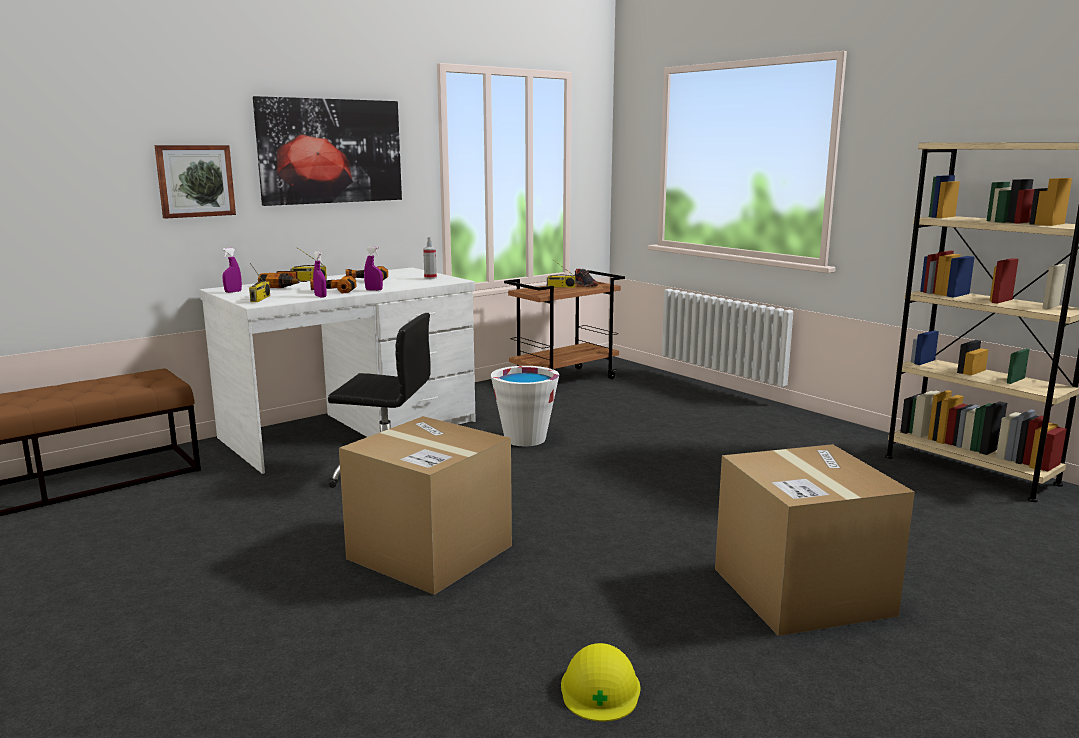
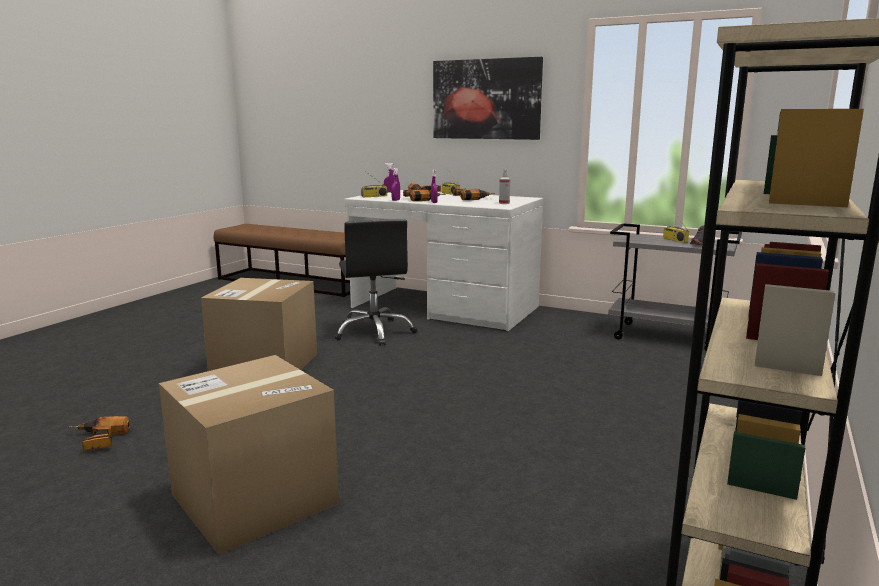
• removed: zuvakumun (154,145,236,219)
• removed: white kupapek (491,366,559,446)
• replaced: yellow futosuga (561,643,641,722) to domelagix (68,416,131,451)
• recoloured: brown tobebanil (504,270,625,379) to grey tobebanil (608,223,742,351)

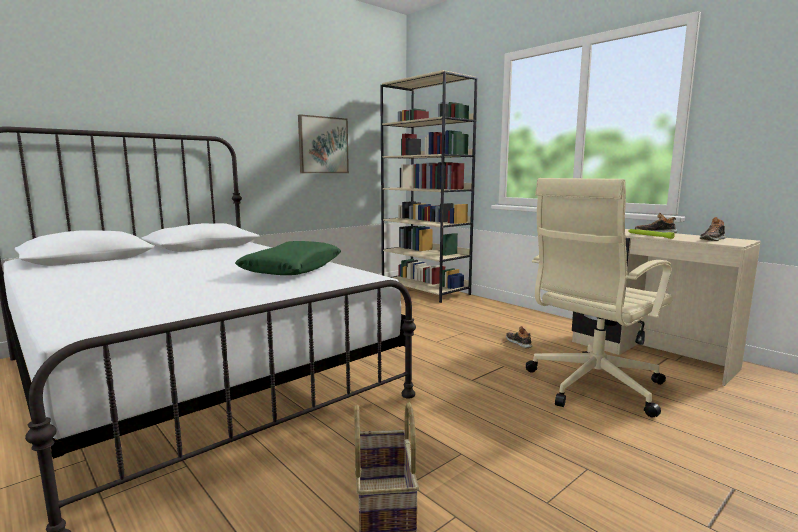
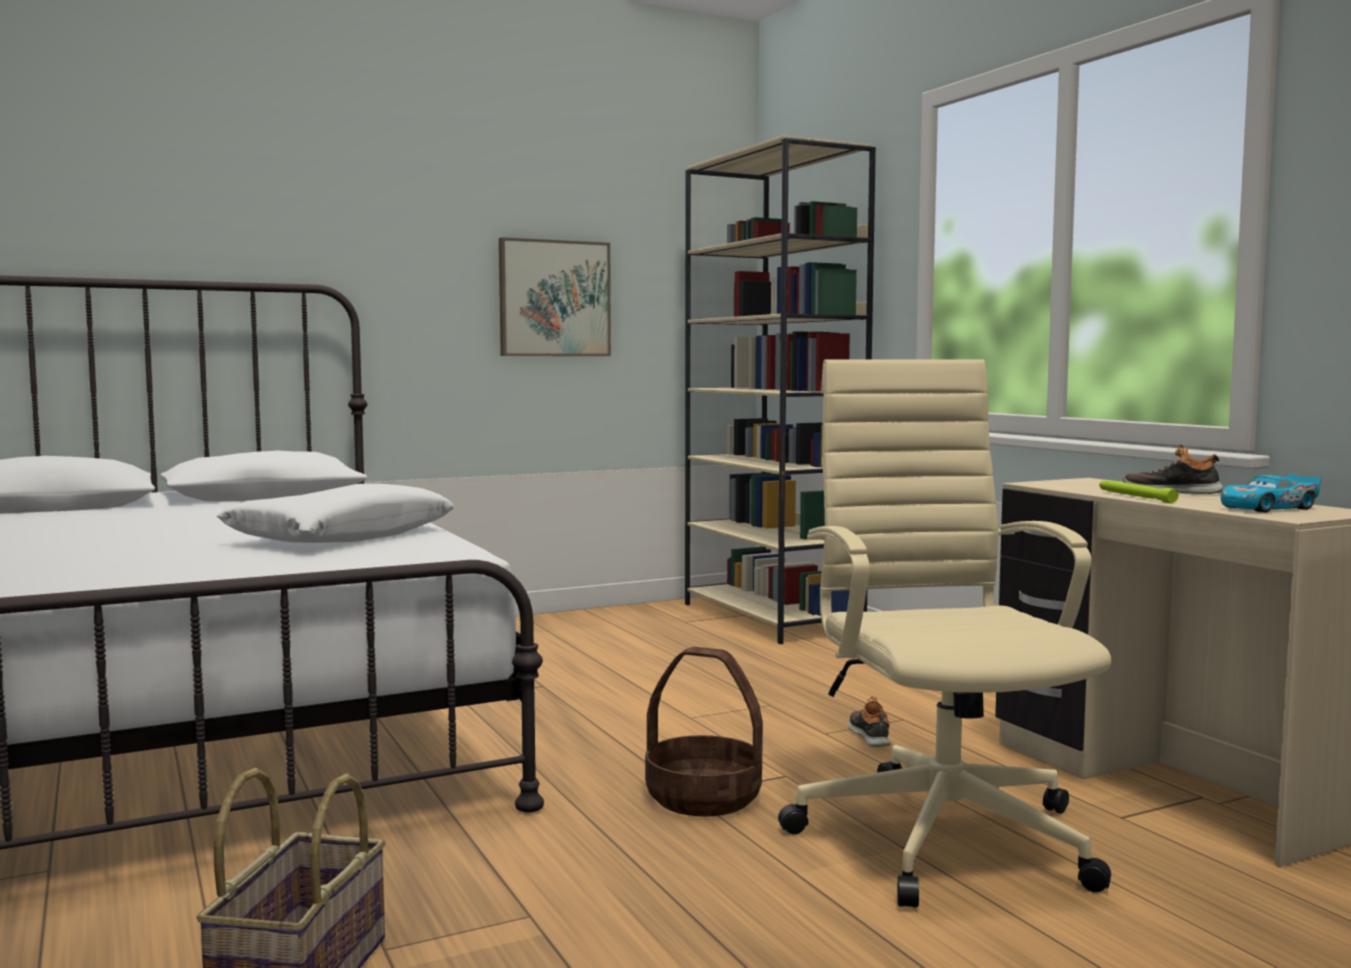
• added: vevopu (645,647,763,816)
• replaced: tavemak (700,217,726,241) to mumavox (1221,474,1321,513)
• recoloured: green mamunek (235,241,341,275) to white mamunek (217,484,454,543)
• turned: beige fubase (526,178,673,418) = (778,359,1111,907) 105 degrees clockwise

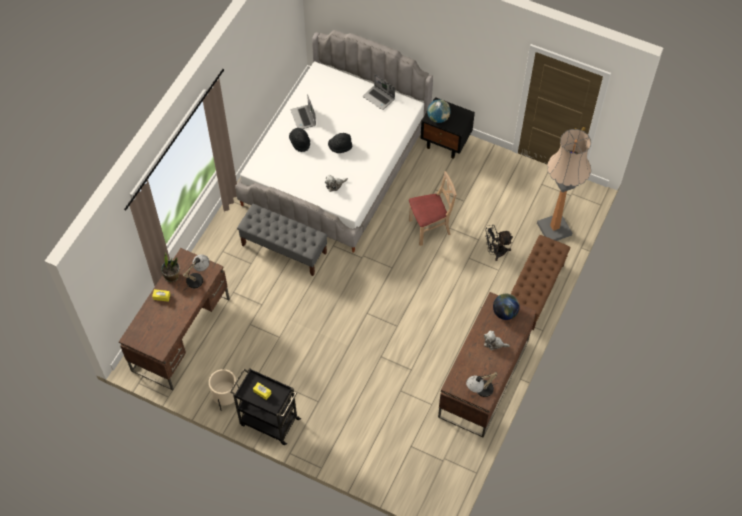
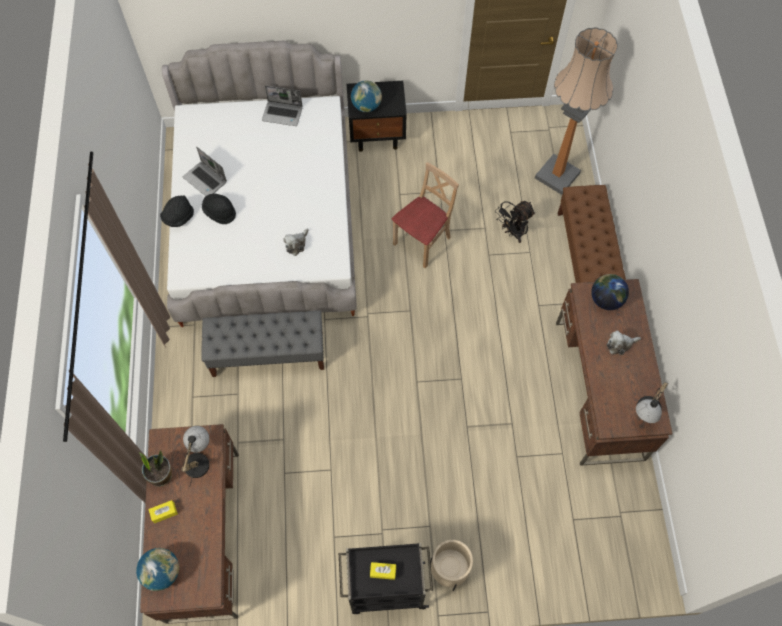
• added: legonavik (136,548,179,591)
• moved: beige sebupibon (209,369,239,411) to (430,540,473,591)
• moved: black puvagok (328,133,352,153) to (160,196,194,227)

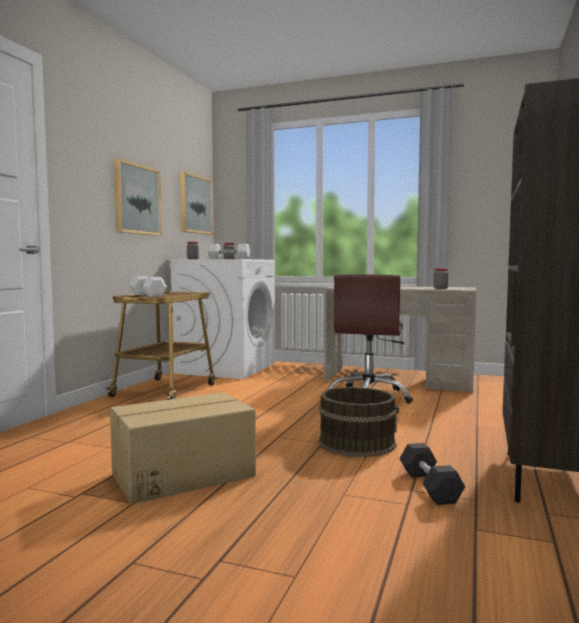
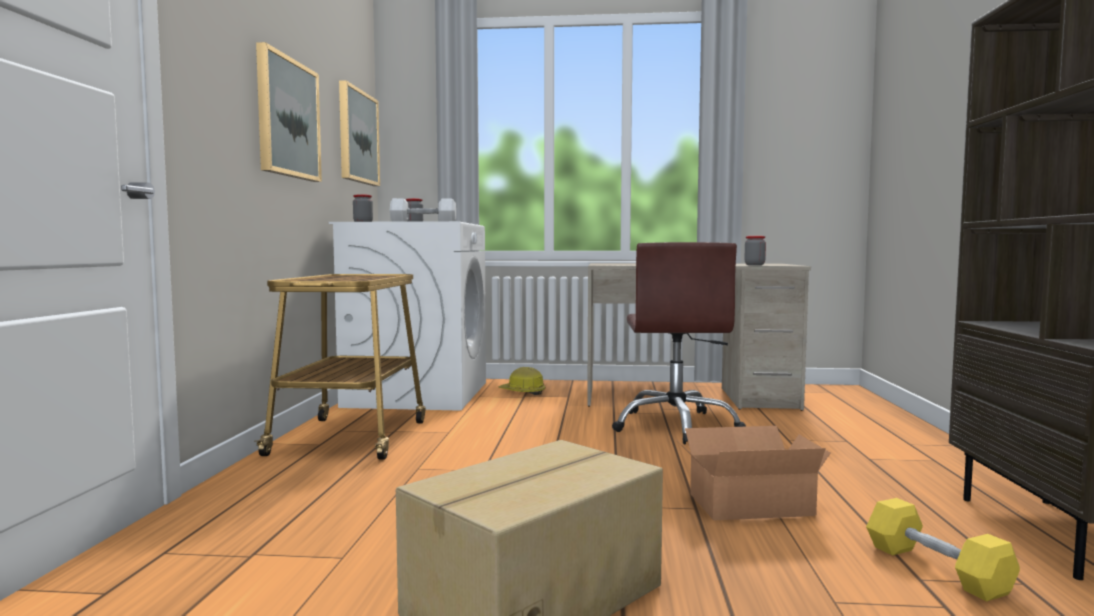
• removed: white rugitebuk (129,276,167,297)
• added: futosuga (499,367,545,395)
• replaced: brown kupapek (319,387,399,457) to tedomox (677,426,831,520)
• recoloured: black rugitebuk (399,443,465,505) to yellow rugitebuk (866,498,1020,601)

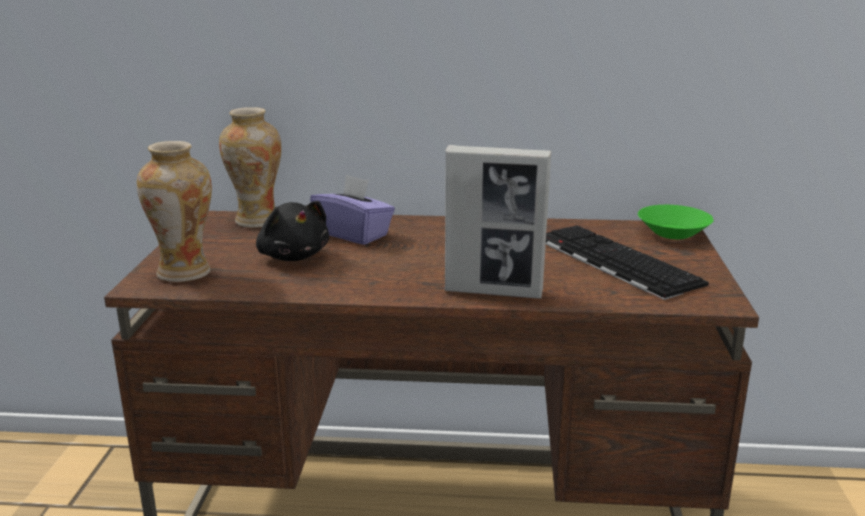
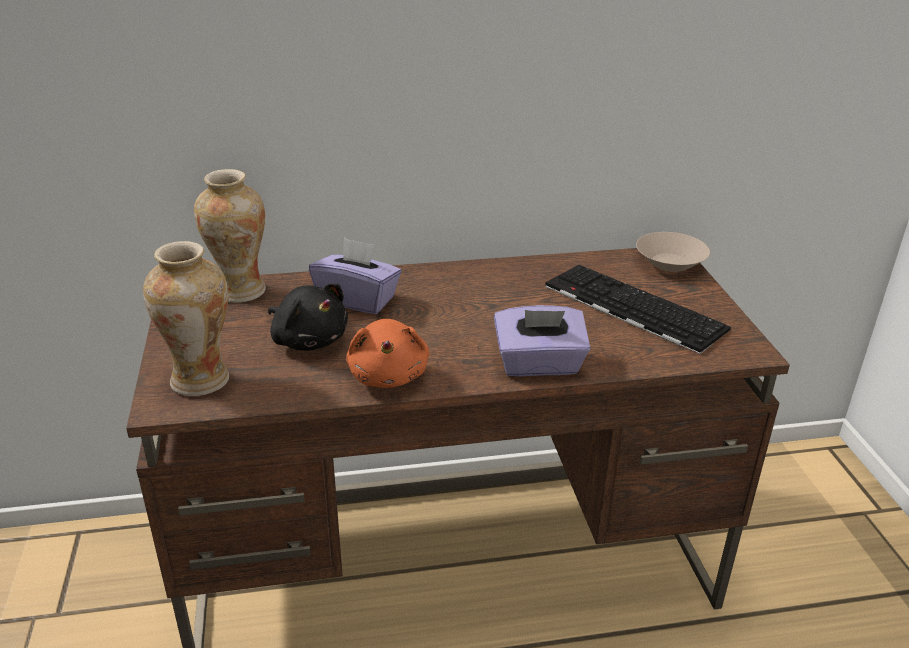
• added: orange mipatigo (346,319,429,388)
• replaced: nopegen (445,145,551,299) to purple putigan (494,305,591,376)
• recoloured: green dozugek (638,205,714,239) to beige dozugek (636,232,710,272)

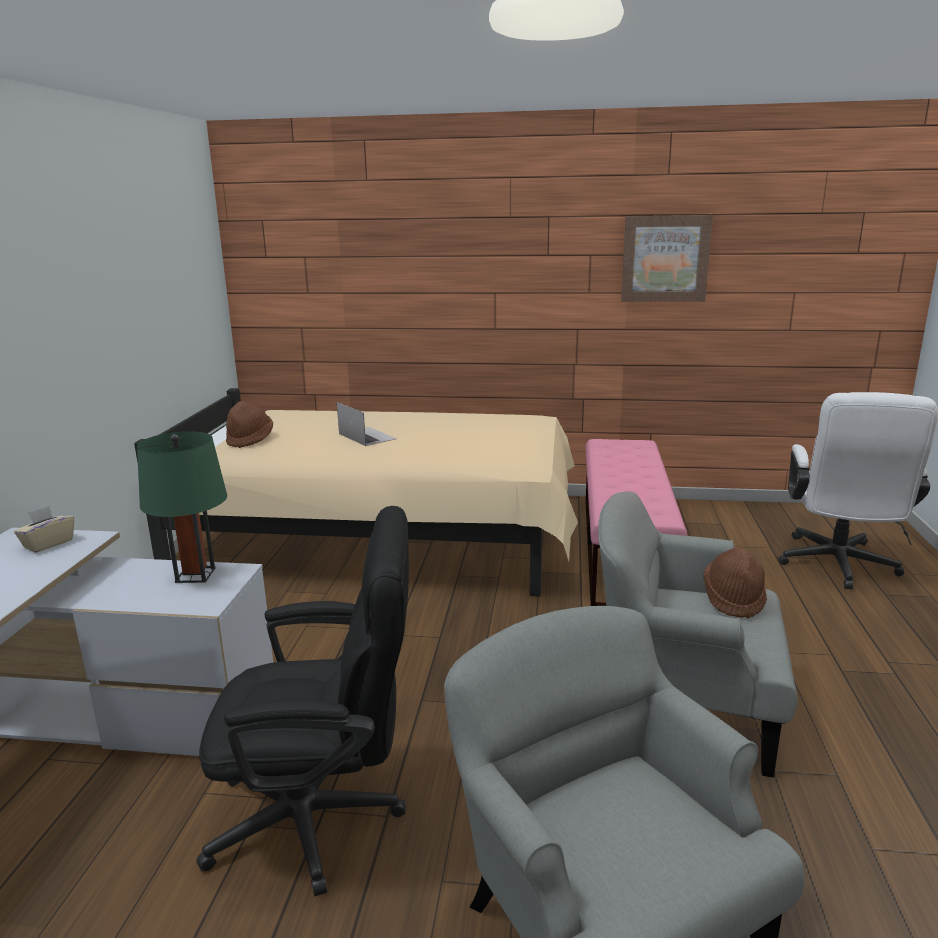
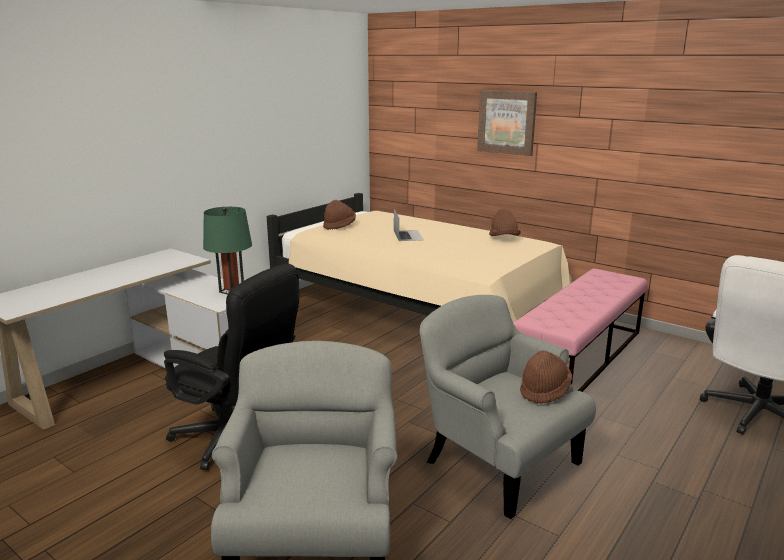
• removed: beige putigan (14,506,74,553)
• added: brown puvagok (489,209,521,236)
• moved: zuvakumun (621,215,713,302) to (477,90,537,156)

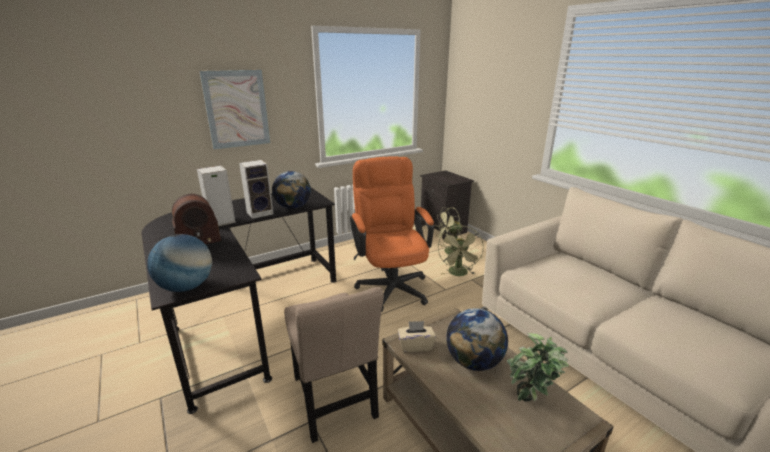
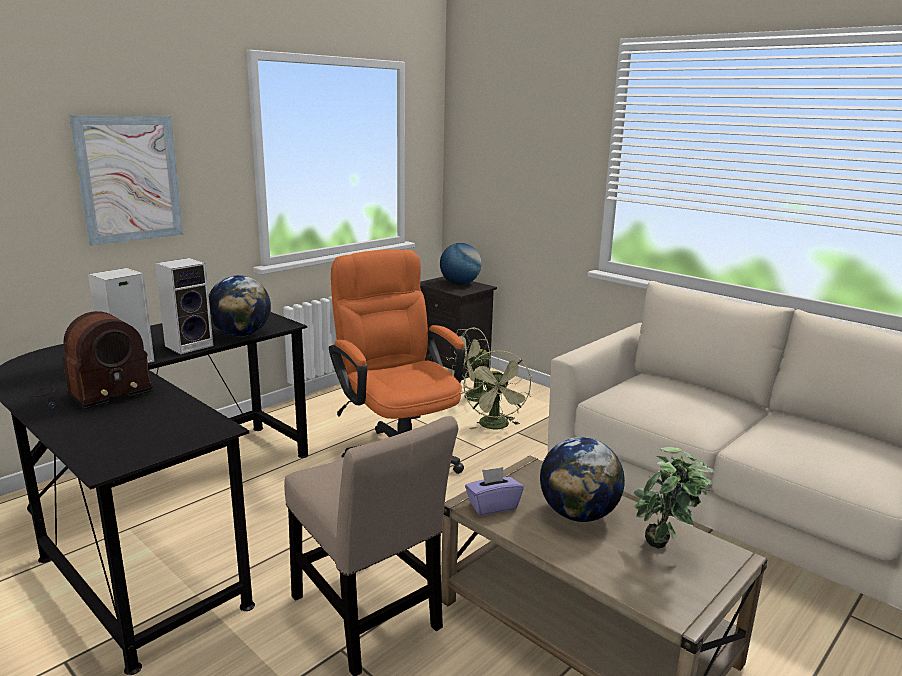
• moved: legonavik (148,234,212,292) to (440,243,481,285)
• recoloured: beige putigan (398,321,436,352) to purple putigan (465,467,524,515)

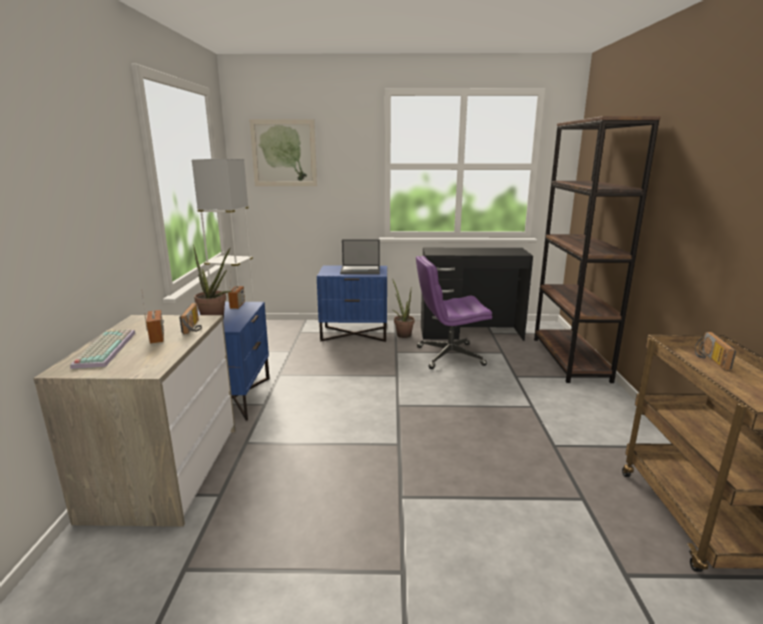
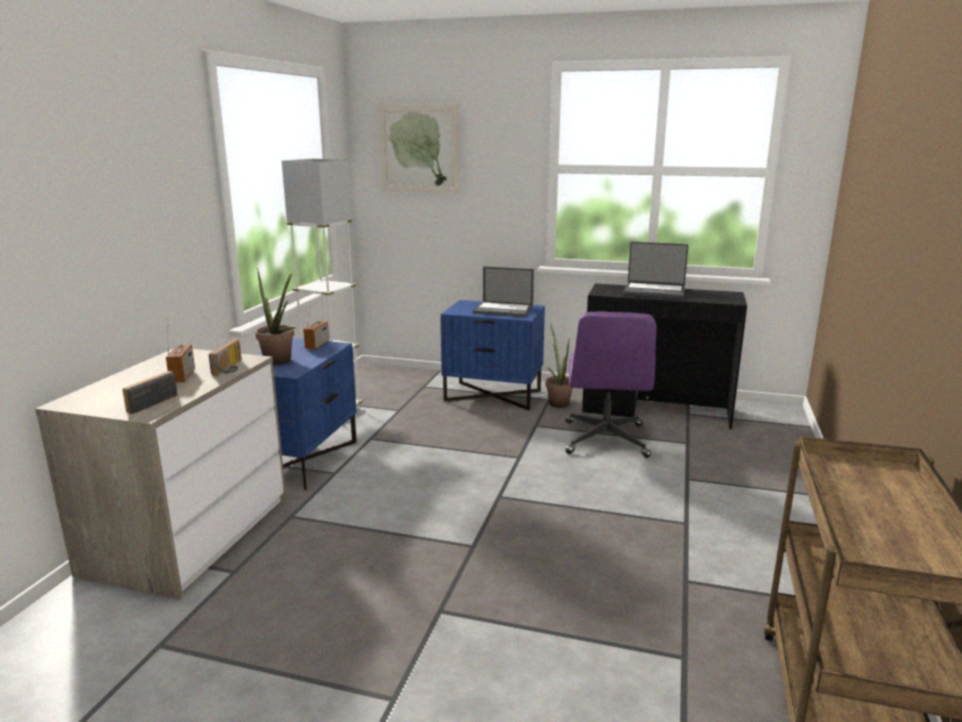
• removed: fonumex (70,329,136,369)
• removed: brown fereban (534,116,661,383)
• added: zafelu (623,242,689,299)
• moved: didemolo (695,332,736,370) to (122,371,178,414)
• turned: purple fubase (416,256,492,369) = (565,312,656,458) 90 degrees counterclockwise

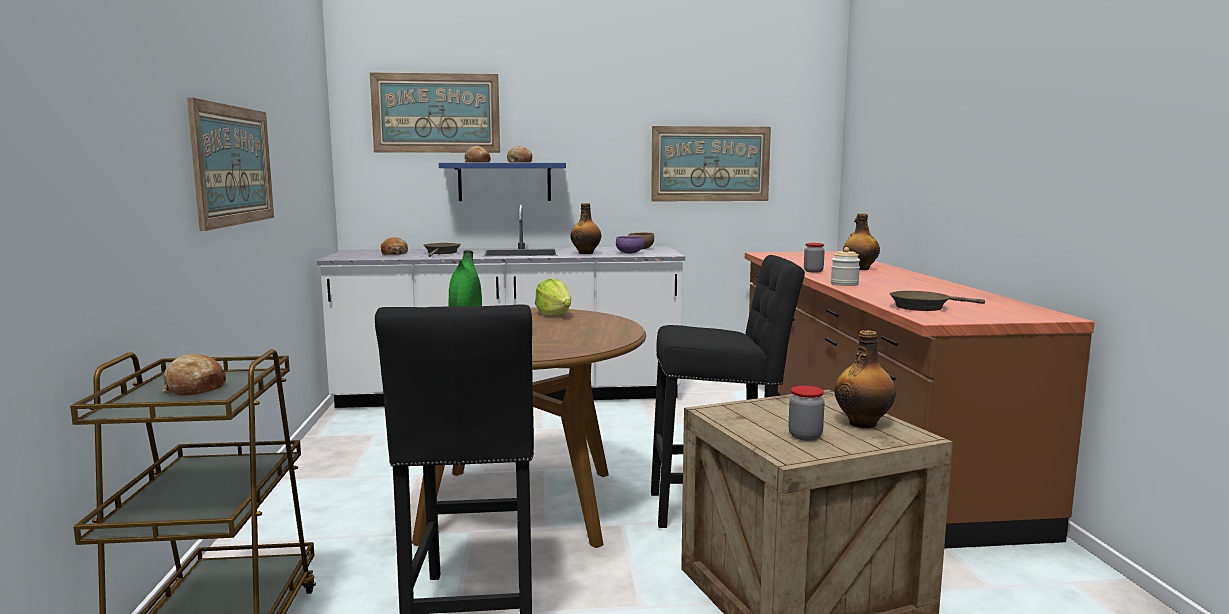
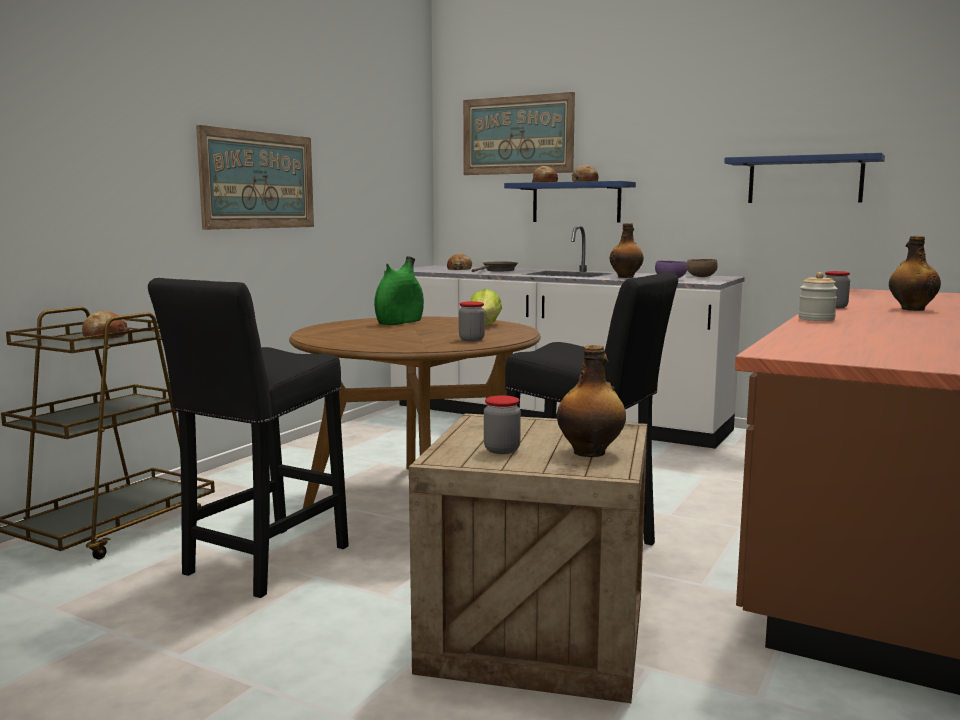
• removed: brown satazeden (890,291,985,311)
• added: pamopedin (459,301,485,341)
• replaced: zuvakumun (651,126,771,201) to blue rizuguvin (724,153,885,203)

